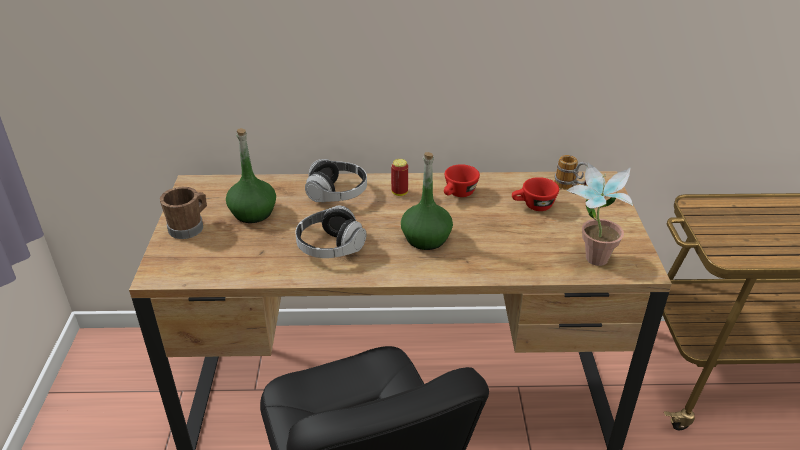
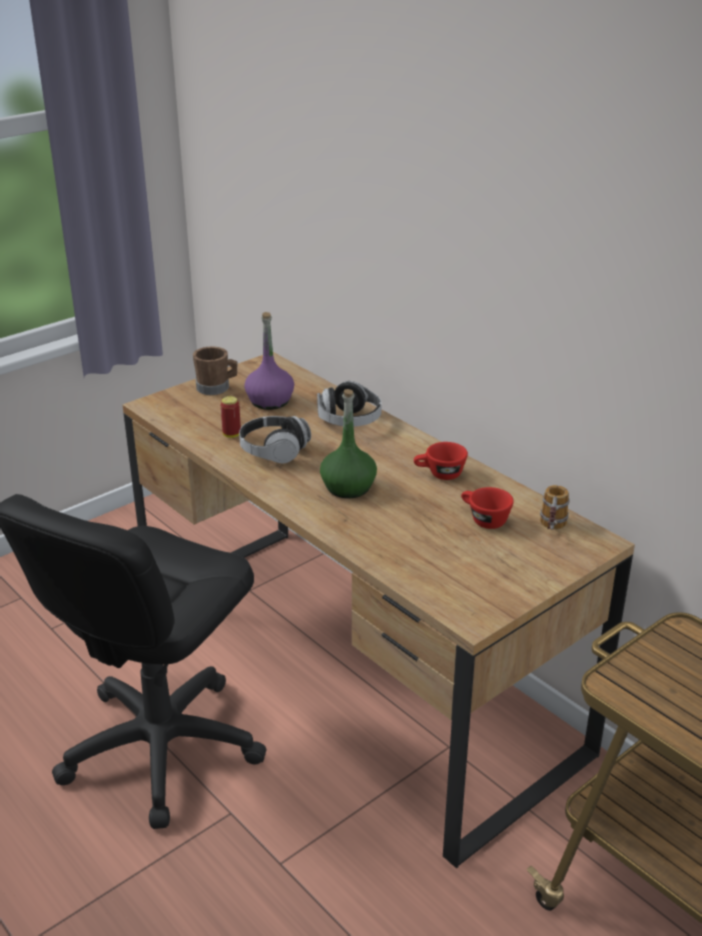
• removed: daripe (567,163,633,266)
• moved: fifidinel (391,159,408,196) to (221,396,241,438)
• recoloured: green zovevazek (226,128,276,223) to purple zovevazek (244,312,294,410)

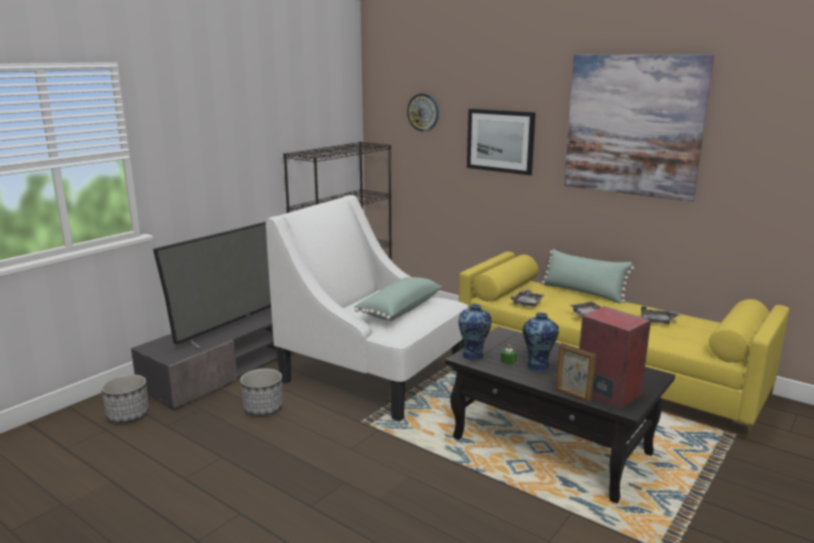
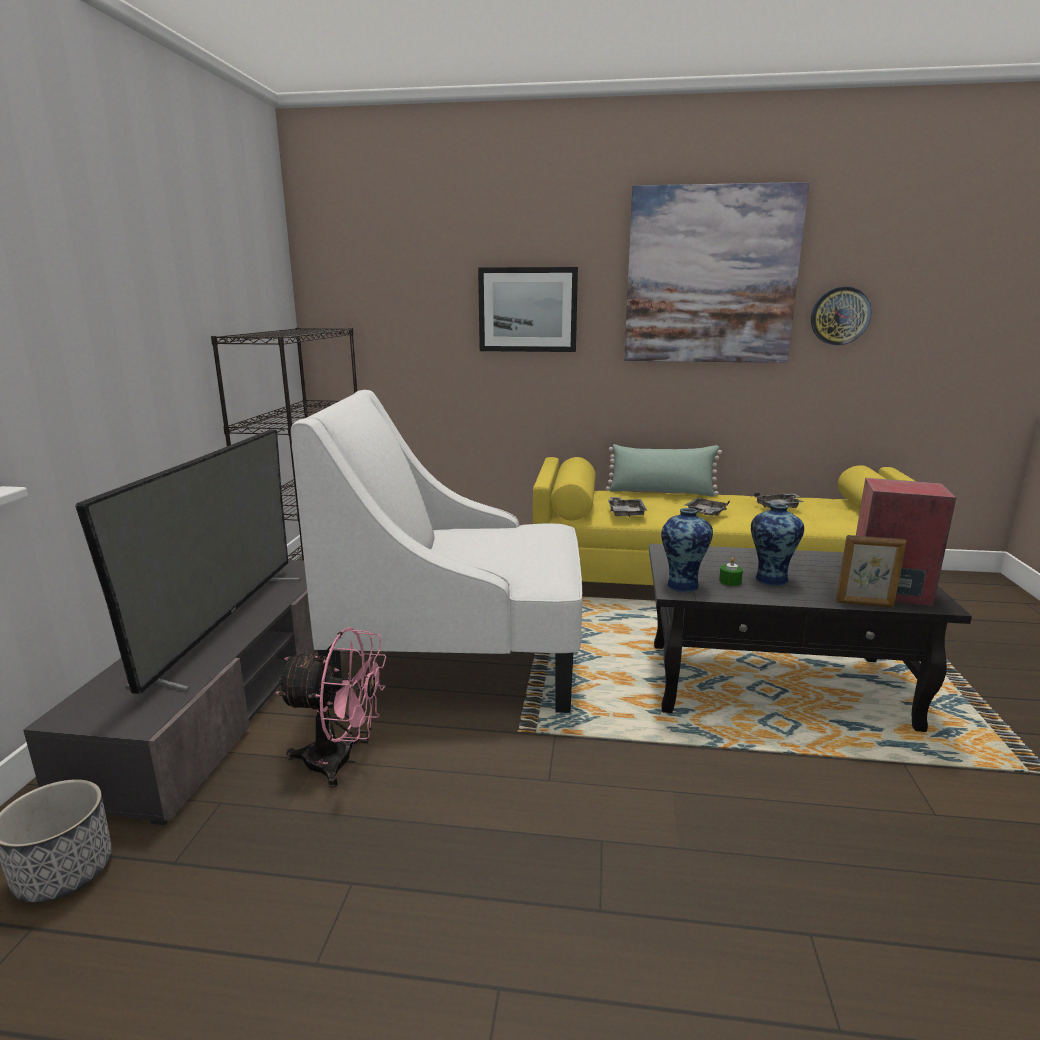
• removed: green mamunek (354,277,441,321)
• moved: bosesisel (407,93,439,132) to (811,287,872,345)
• replaced: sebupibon (240,368,283,416) to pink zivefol (275,627,386,788)

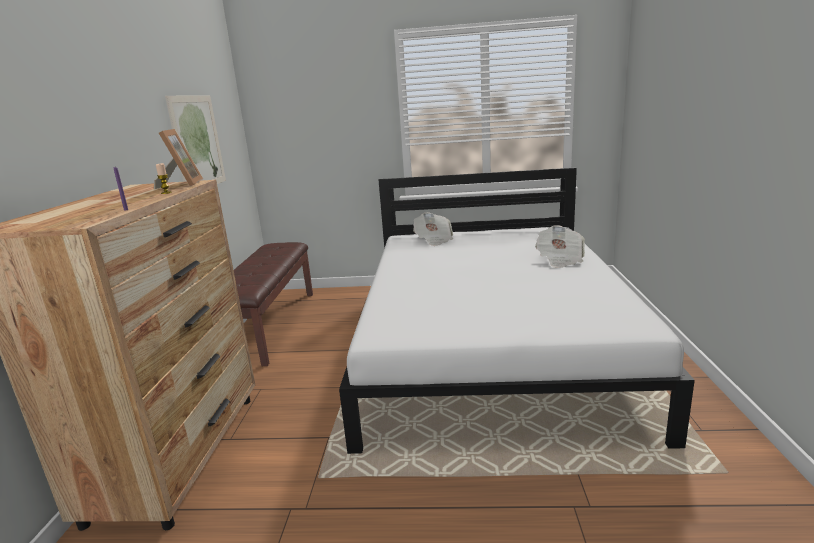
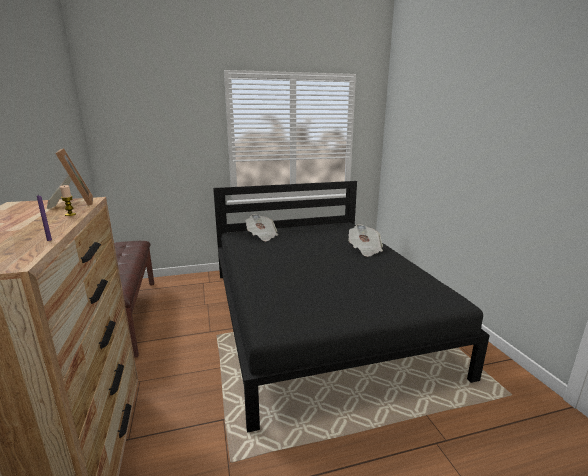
• removed: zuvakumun (165,96,226,184)
• recoloured: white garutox (339,167,695,454) to black garutox (213,181,490,433)

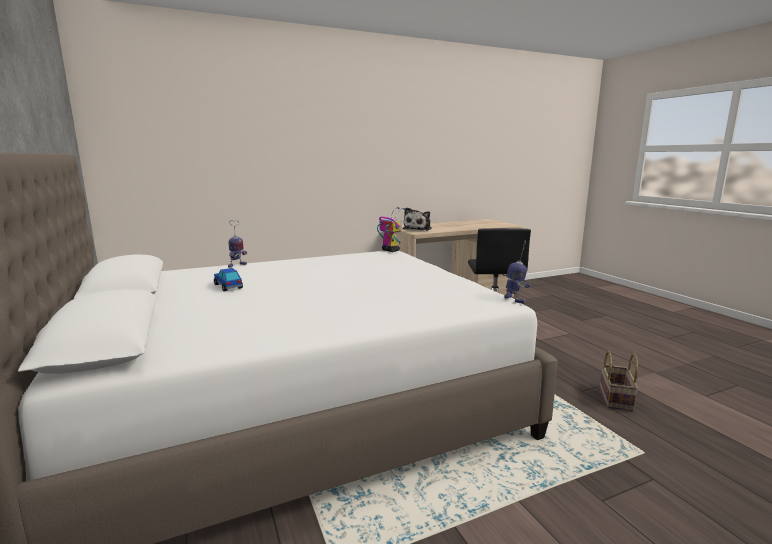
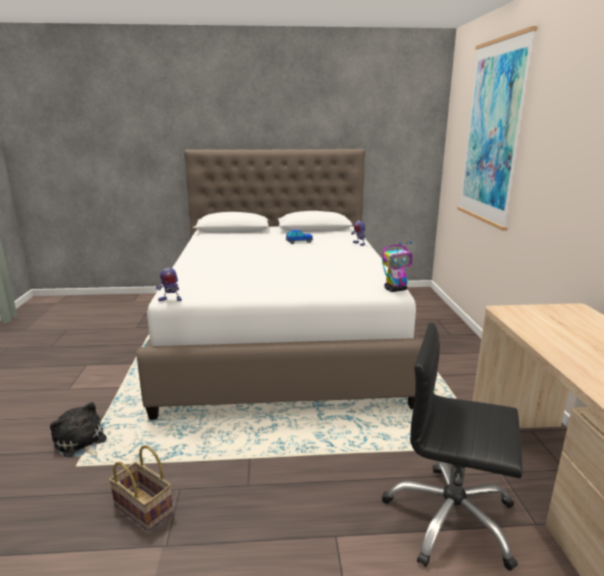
• added: zuvakumun (457,26,537,231)
• moved: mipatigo (403,208,432,231) to (50,402,107,457)

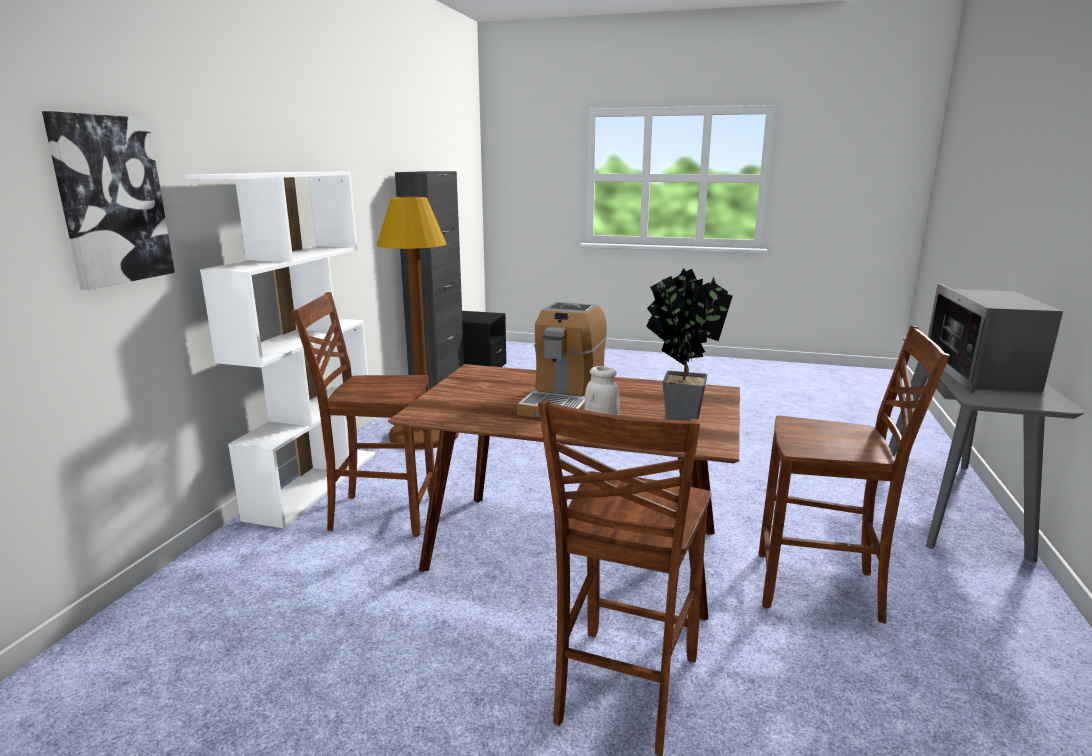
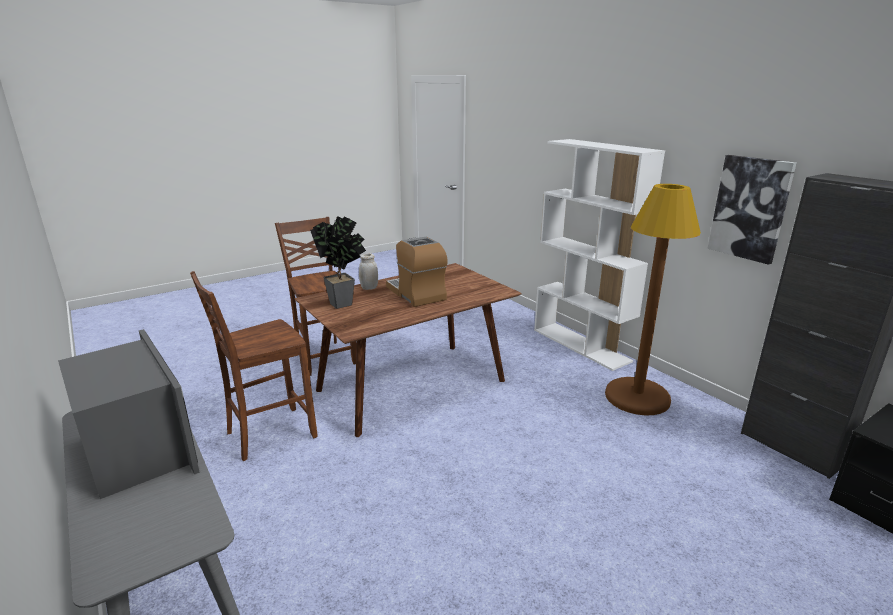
• removed: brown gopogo (292,292,434,537)
• moved: zuvakumun (42,111,175,290) to (707,155,797,265)

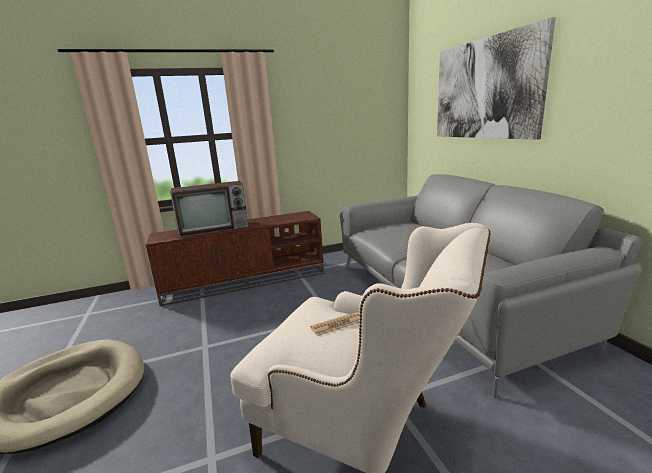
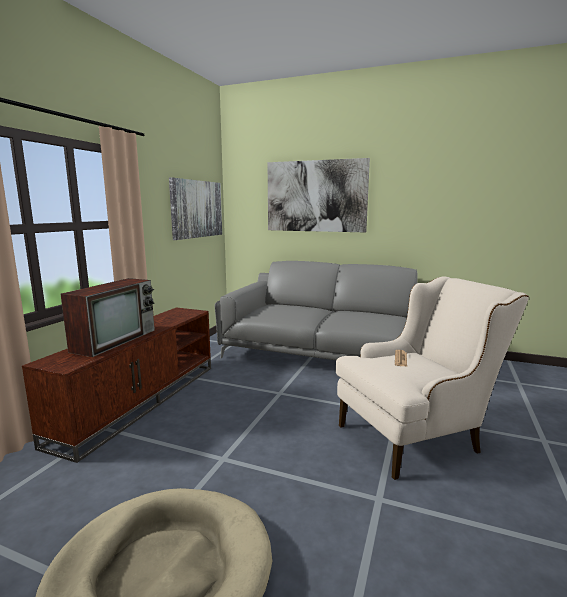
• added: zuvakumun (169,178,222,240)

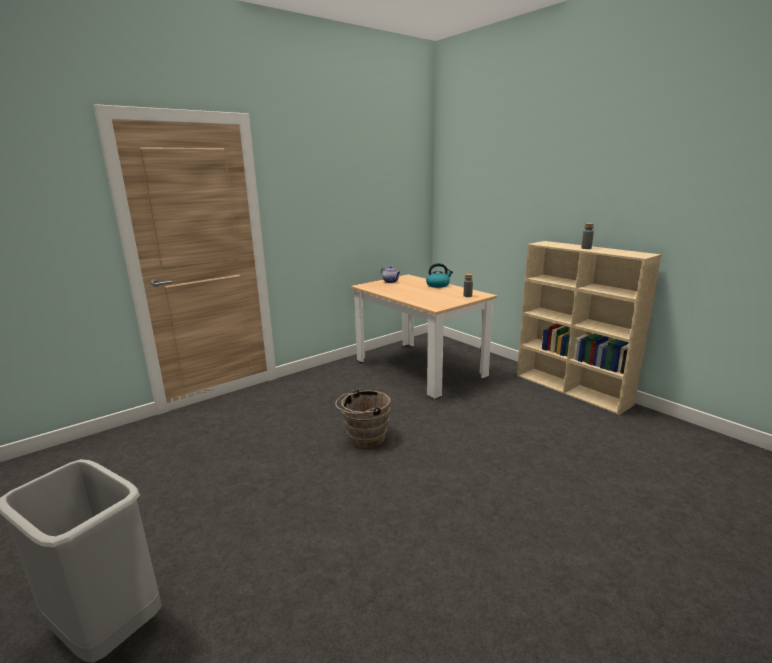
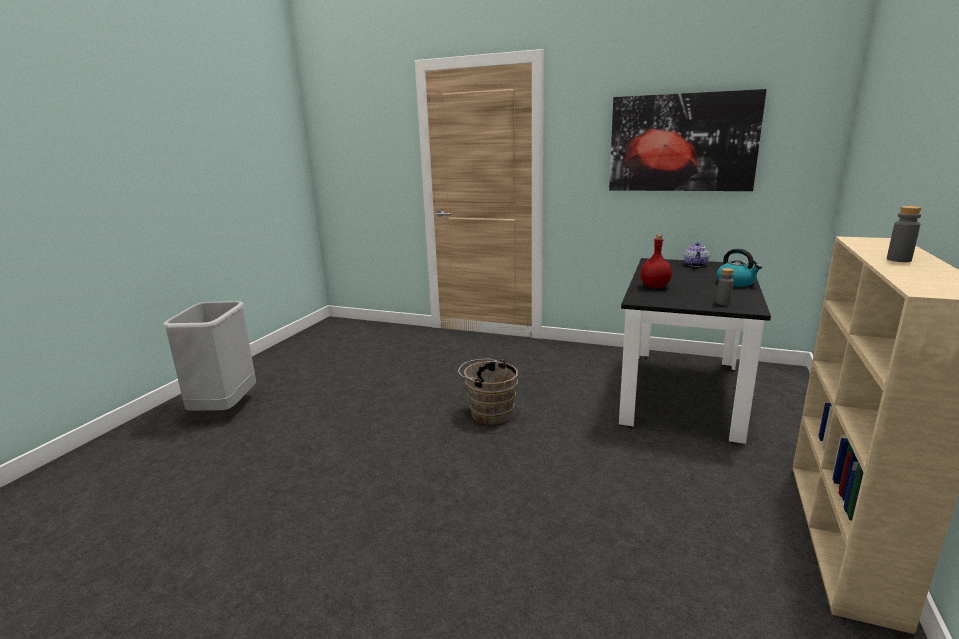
• added: zuvakumun (609,89,767,191)
• added: red zovevazek (640,235,672,288)
• recoloured: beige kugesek (351,274,497,399) to black kugesek (619,258,771,444)

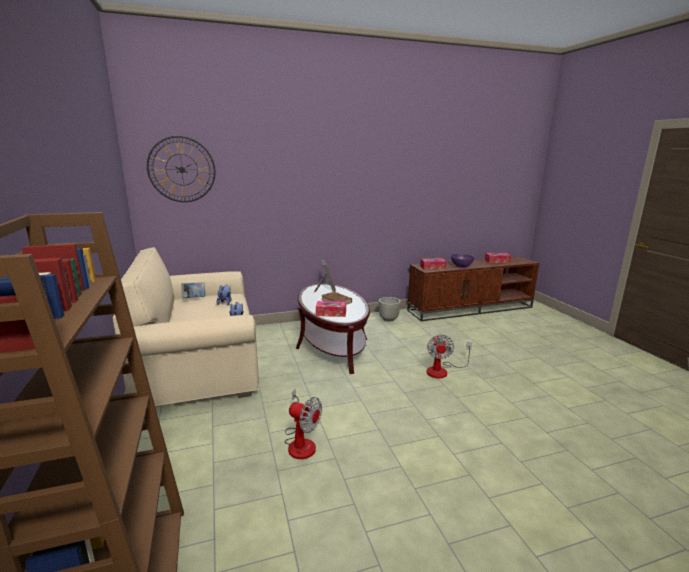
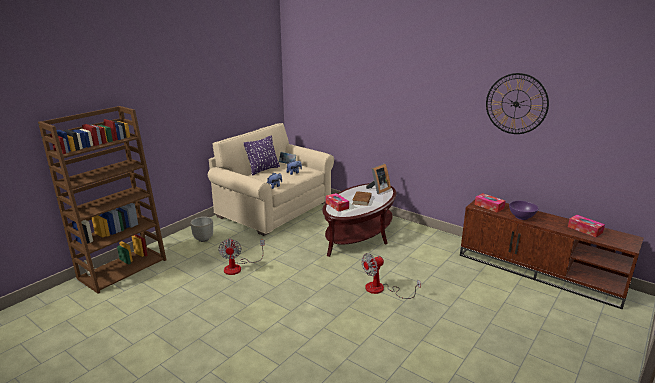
• added: purple mamunek (243,135,280,176)
• moved: bosesisel (147,136,216,202) to (486,73,549,134)
• moved: grey sebupibon (379,297,401,321) to (190,217,213,242)

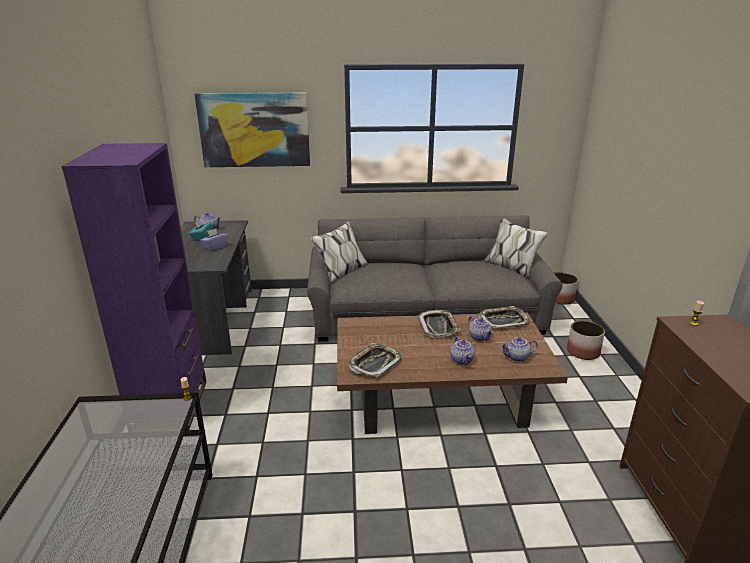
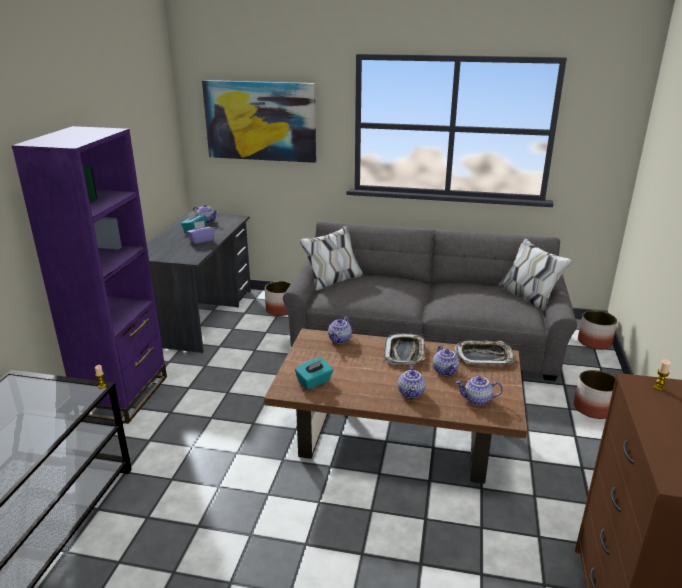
• added: sebupibon (265,281,291,316)
• added: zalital (328,317,352,344)
• replaced: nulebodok (348,343,402,377) to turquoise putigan (295,358,333,390)

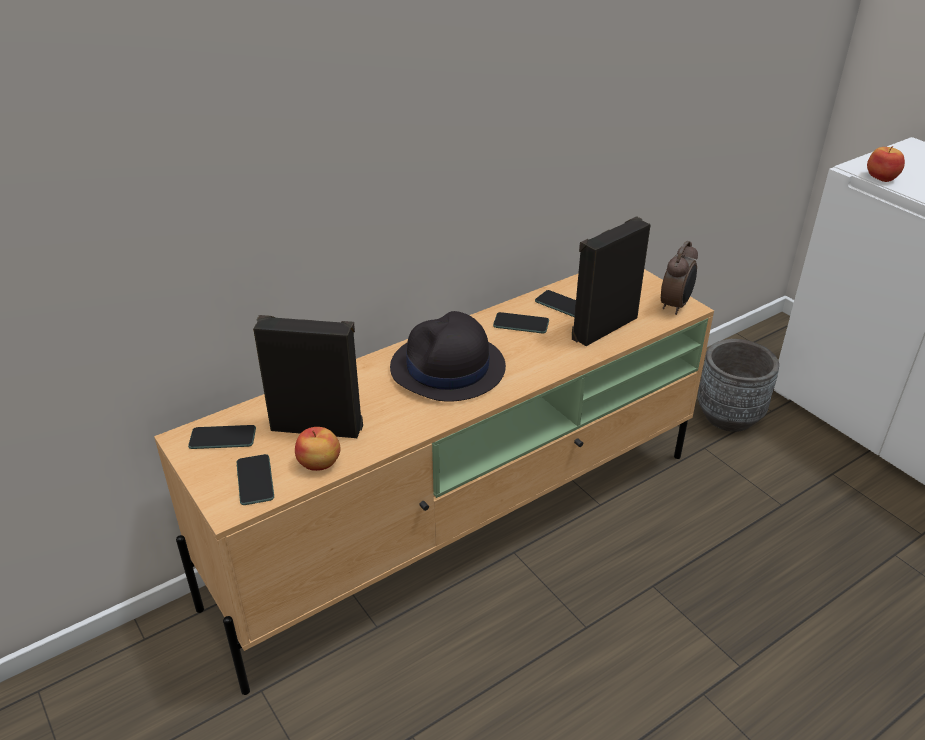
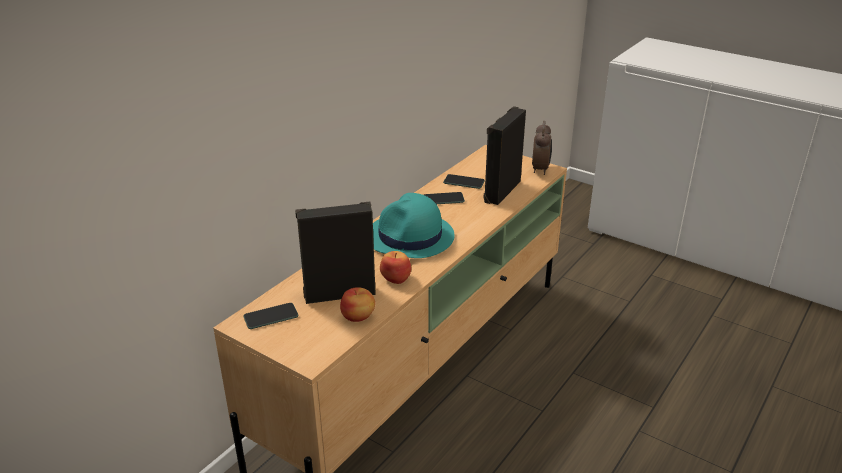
• removed: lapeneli (237,454,274,505)
• removed: grey sebupibon (698,339,779,432)
• moved: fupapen (867,146,905,182) to (380,251,411,284)
• recoloured: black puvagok (390,311,506,402) to turquoise puvagok (373,193,454,258)

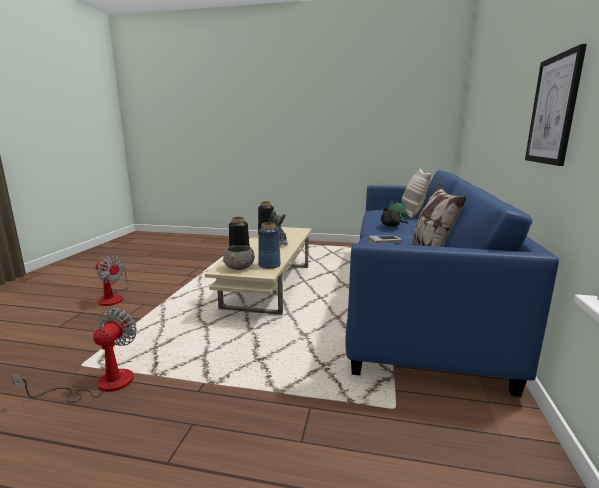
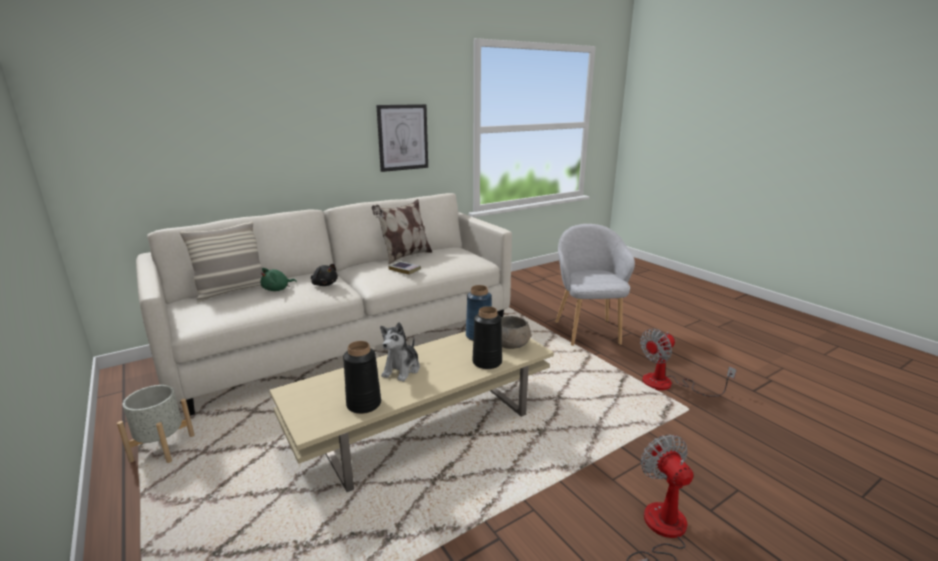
• added: grey sebupibon (117,385,195,463)
• added: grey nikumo (555,224,635,346)
• recoloured: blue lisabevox (345,170,559,397) to white lisabevox (136,193,512,416)

